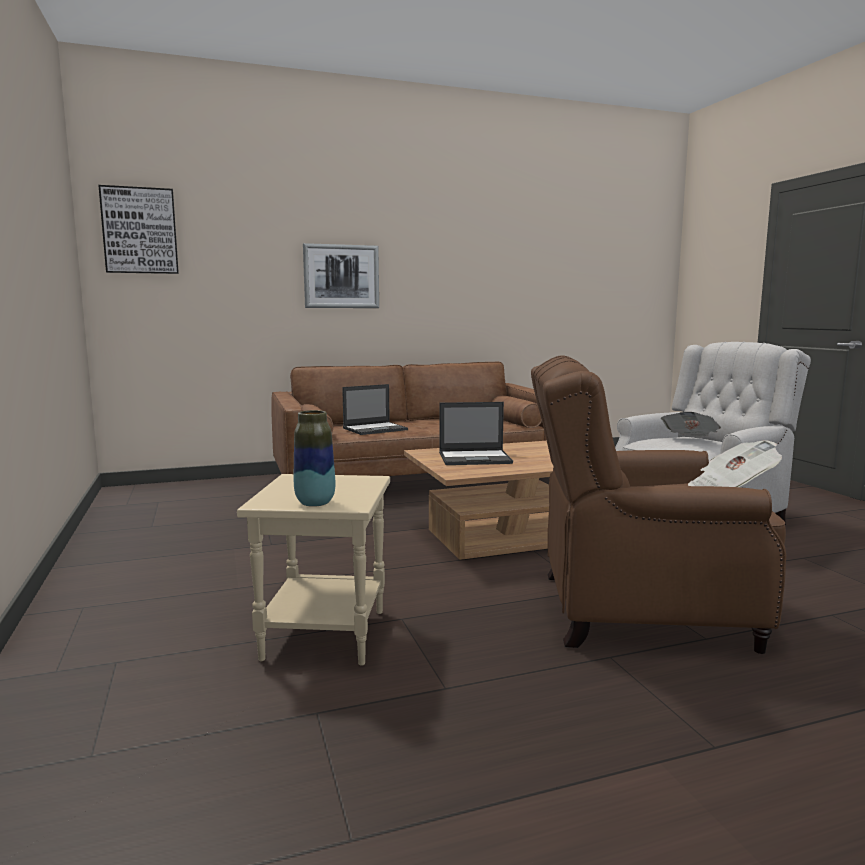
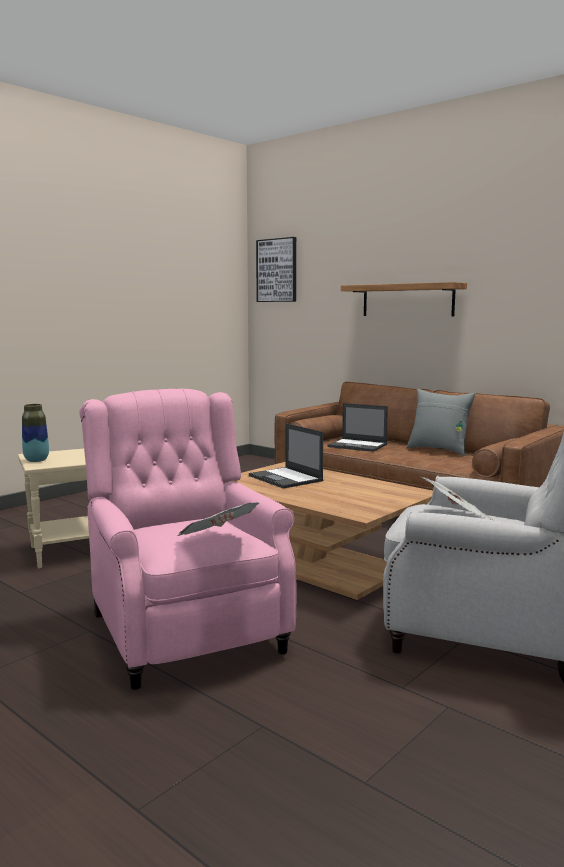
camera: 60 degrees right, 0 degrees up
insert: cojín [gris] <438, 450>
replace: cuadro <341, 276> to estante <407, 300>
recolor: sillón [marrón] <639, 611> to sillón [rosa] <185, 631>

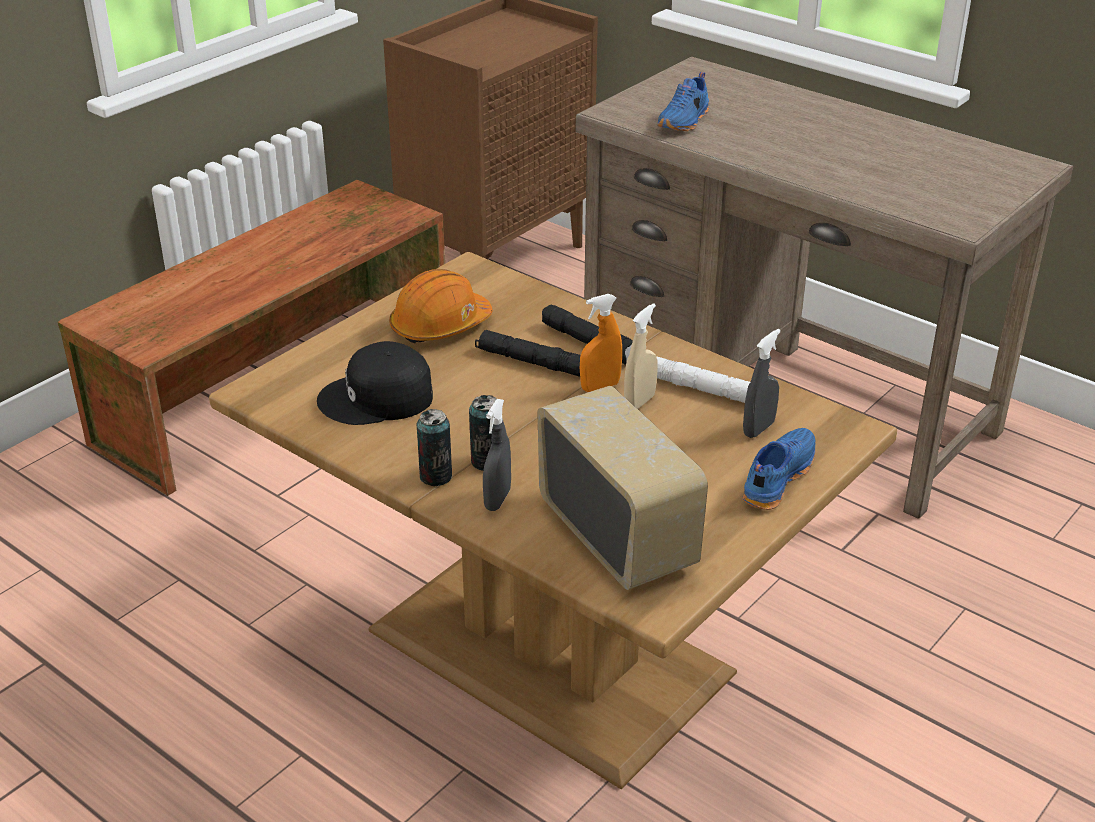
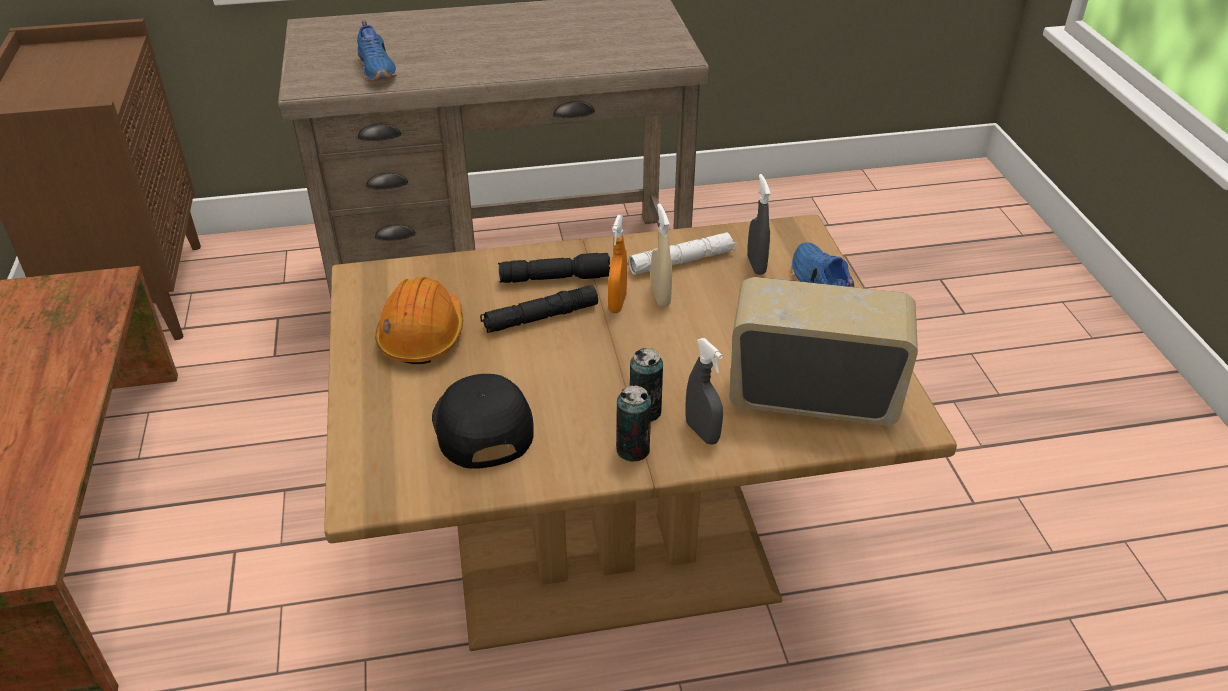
camera: 50 degrees left, 5 degrees up
rotate: gorra [negro] <377, 399> = <480, 426> 135 degrees clockwise

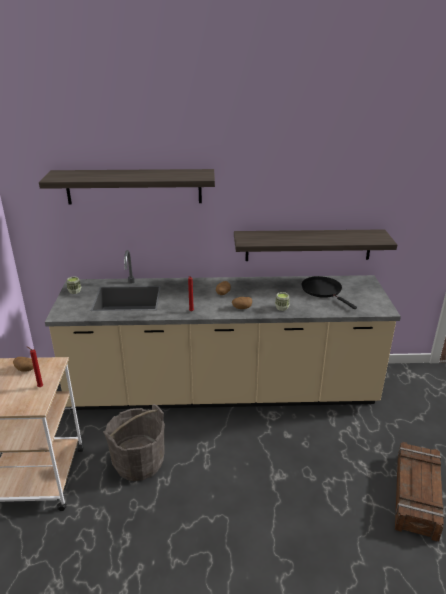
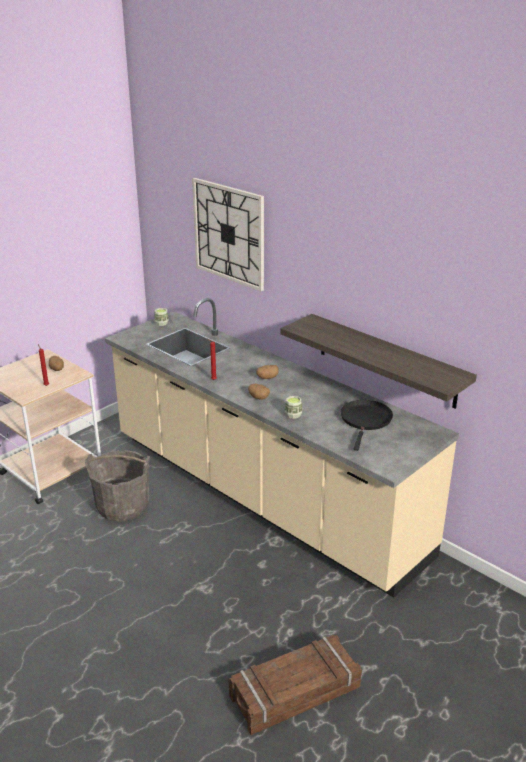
camera: 45 degrees right, 0 degrees up
replace: estante <134, 186> to reloj de pared <229, 233>

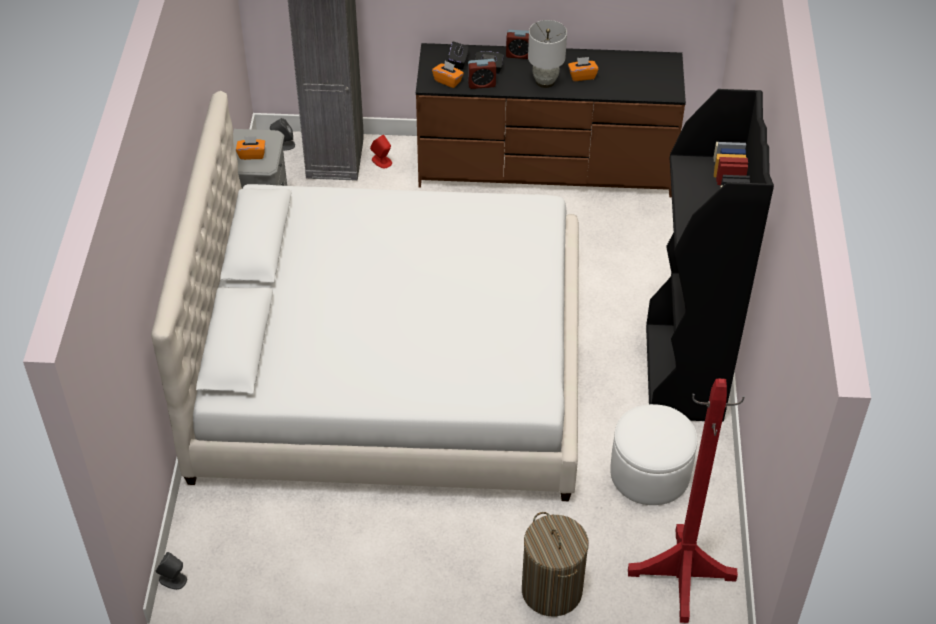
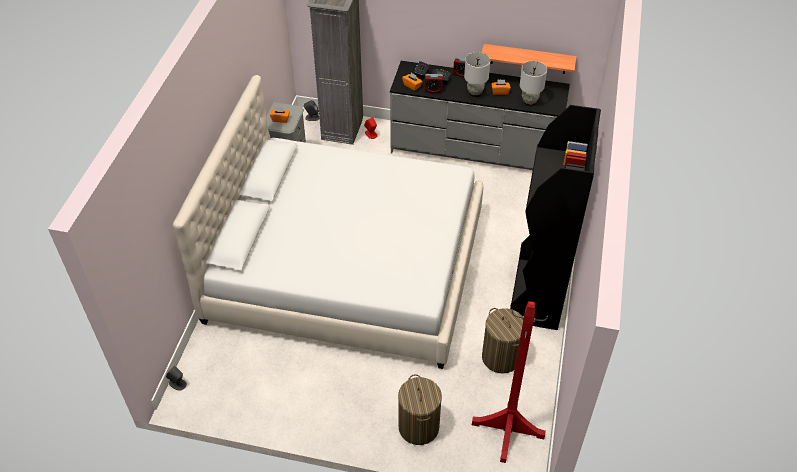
camera: 10 degrees right, 0 degrees up
insert: estante <528, 59>; lámpara de mesa [blanco] <529, 102>
replace: puf [blanco] <650, 473> to cesto de la ropa <501, 357>
recolor: cómoda [marrón] <545, 168> to cómoda [gris] <474, 150>

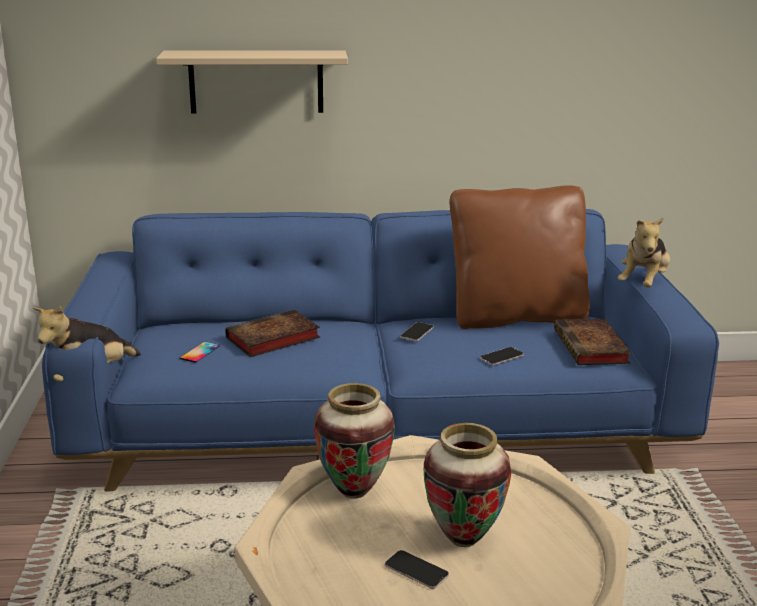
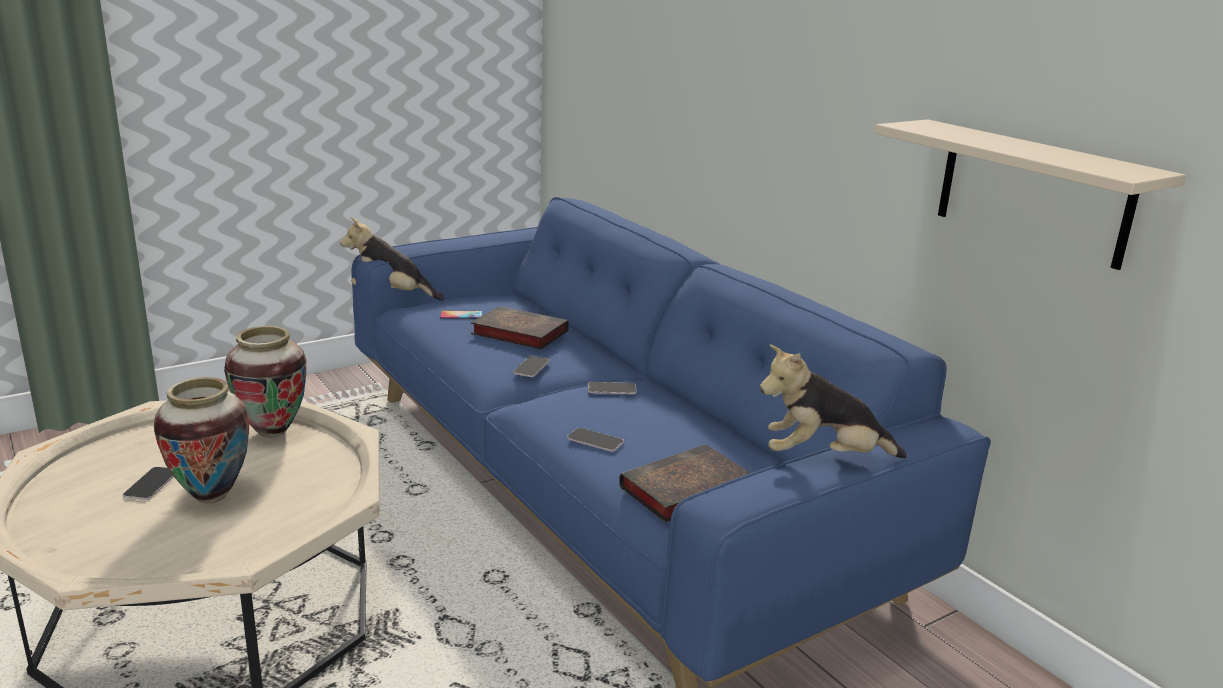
camera: 60 degrees right, 0 degrees up
delete: cojín [marrón] <516, 316>
insert: móvil <531, 367>
move: estante [beis] <256, 81> to <1032, 192>

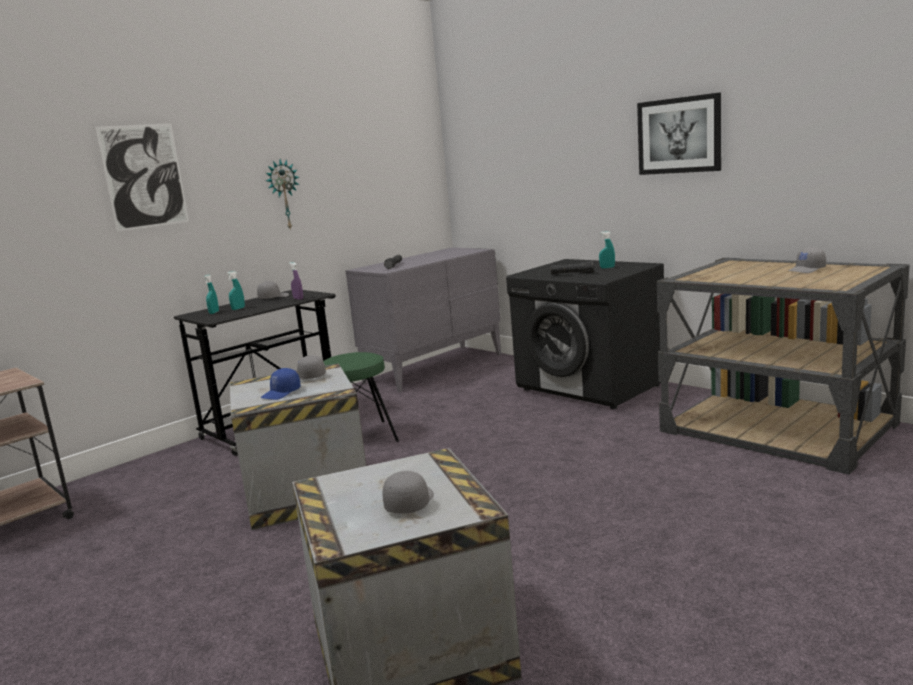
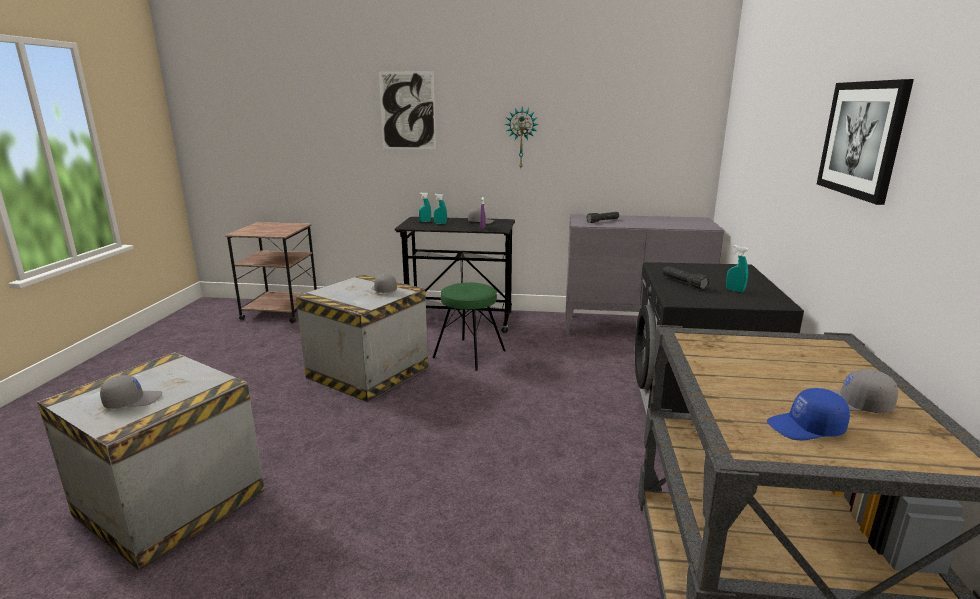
camera: 50 degrees right, 5 degrees up
move: gorra [azul] <281, 393> to <806, 428>

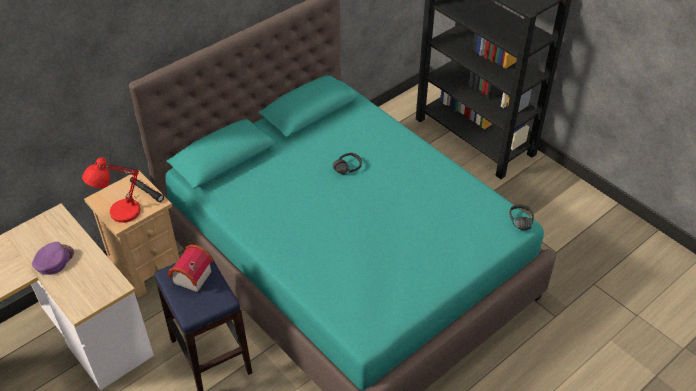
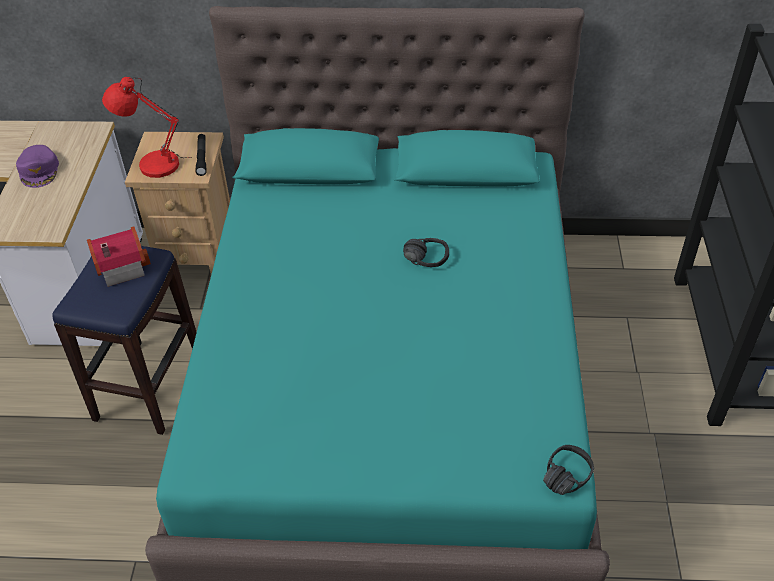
camera: 45 degrees right, 0 degrees up
rotate: gorra [morado] <54, 260> = <39, 170> 90 degrees clockwise

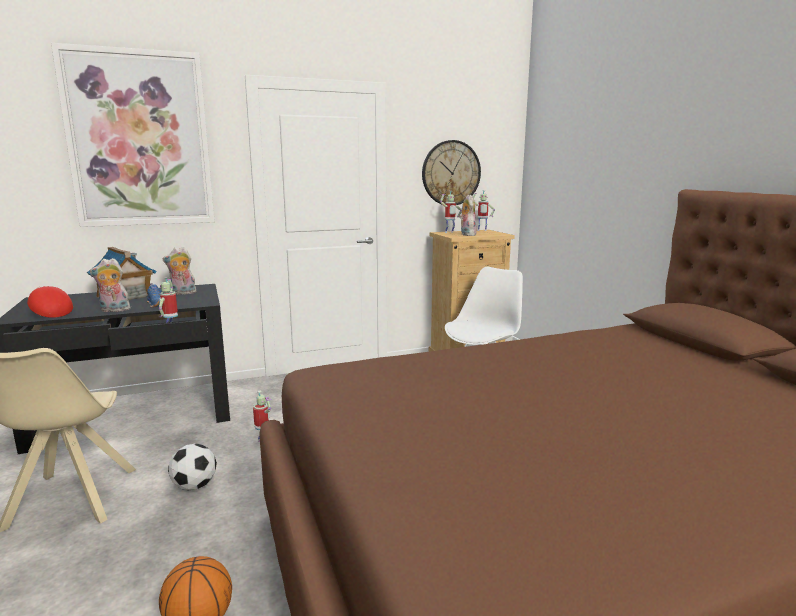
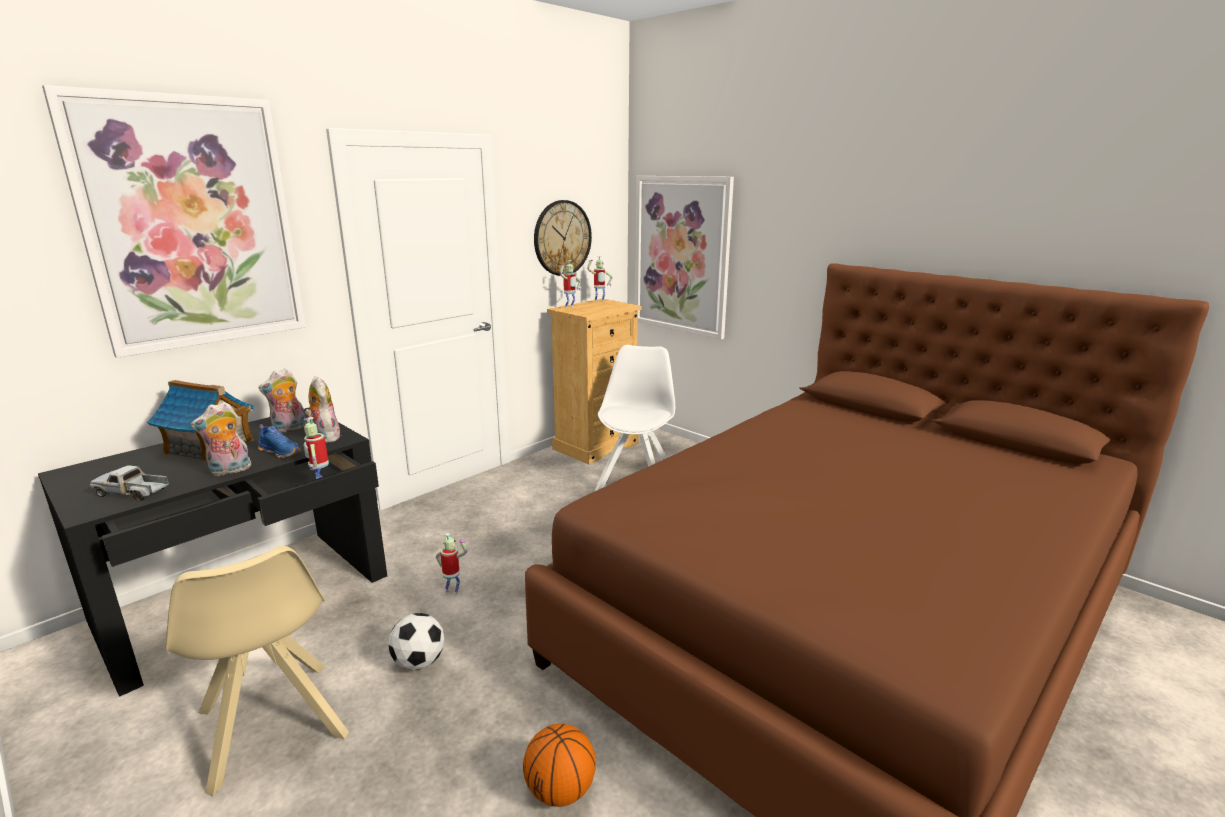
camera: 25 degrees left, 5 degrees up
insert: cuadro <681, 255>
move: peluche <466, 235> to <324, 437>
replace: gorra [rojo] <49, 313> to camión de juguete <133, 492>

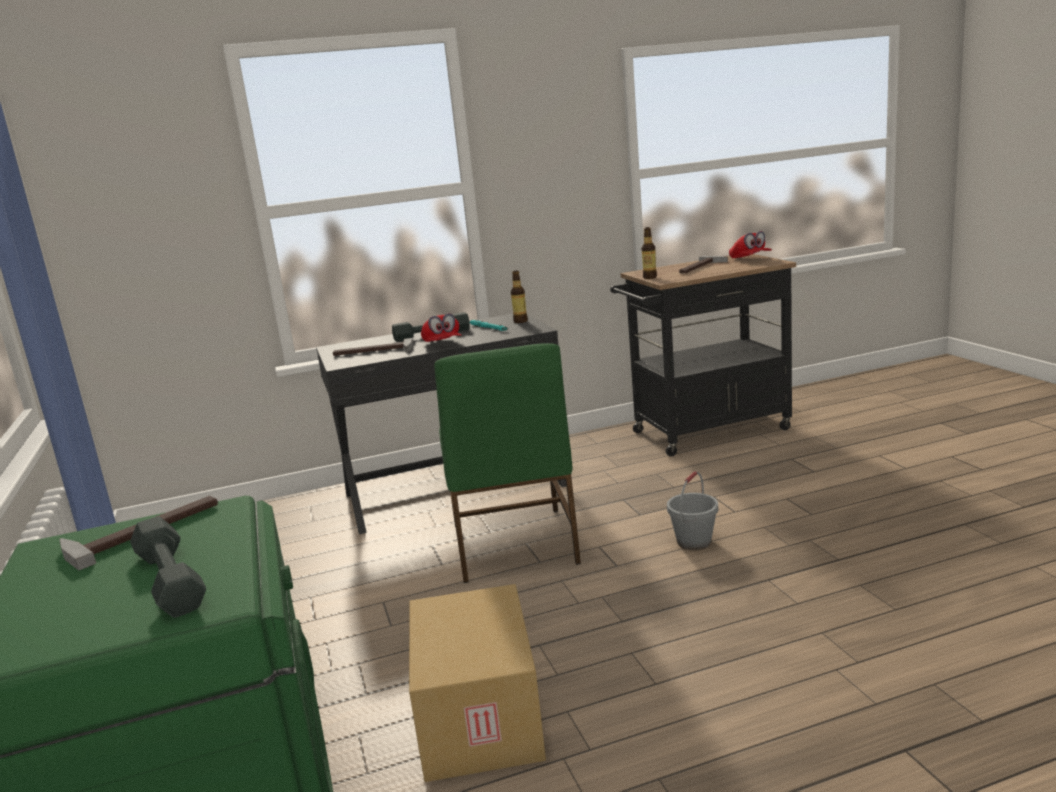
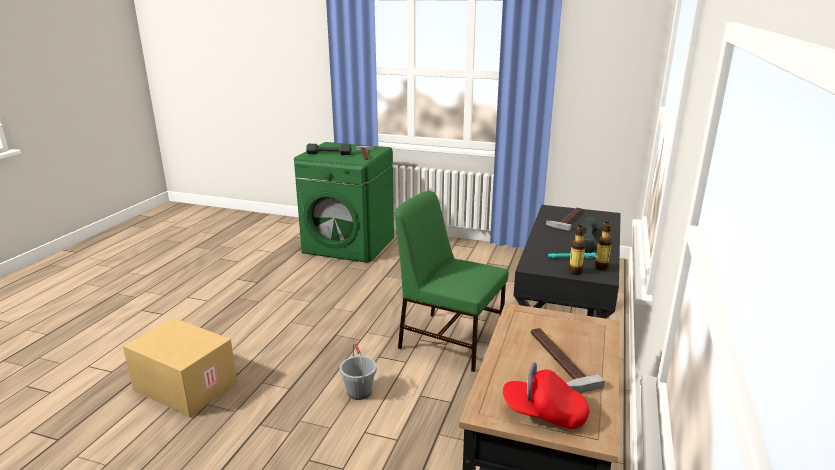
camera: 125 degrees right, 5 degrees up
delete: gorra [rojo] <442, 344>
move: caja de cartón <482, 717> to <183, 387>; botella <650, 277> to <601, 267>

